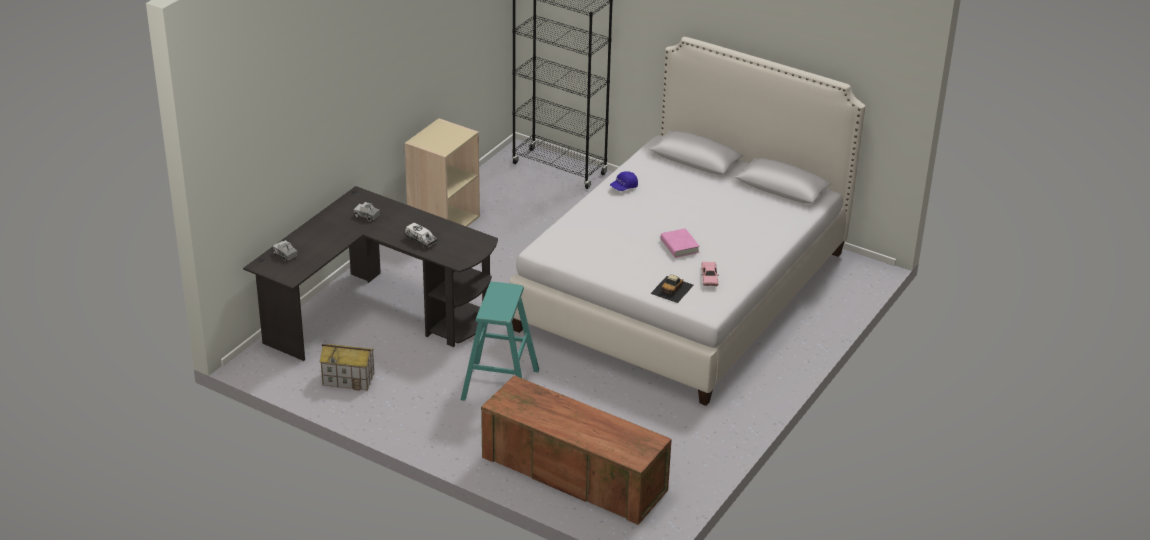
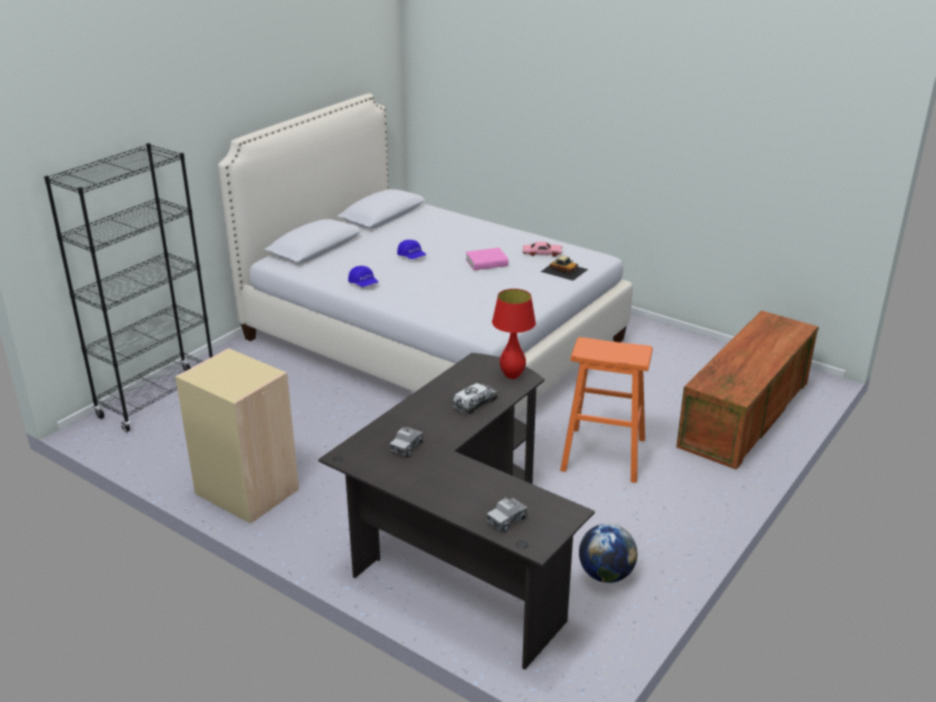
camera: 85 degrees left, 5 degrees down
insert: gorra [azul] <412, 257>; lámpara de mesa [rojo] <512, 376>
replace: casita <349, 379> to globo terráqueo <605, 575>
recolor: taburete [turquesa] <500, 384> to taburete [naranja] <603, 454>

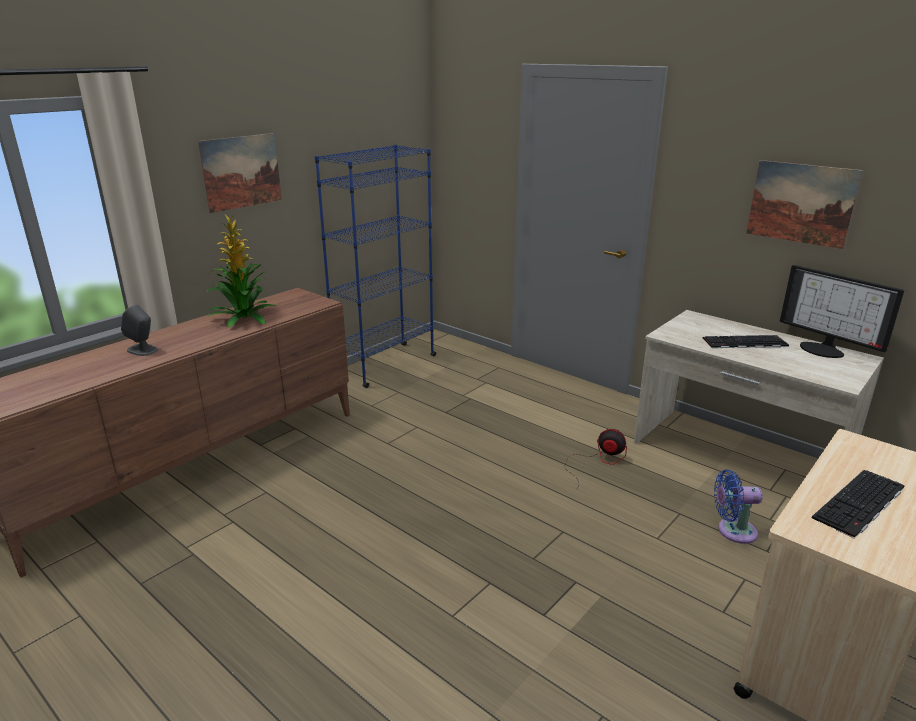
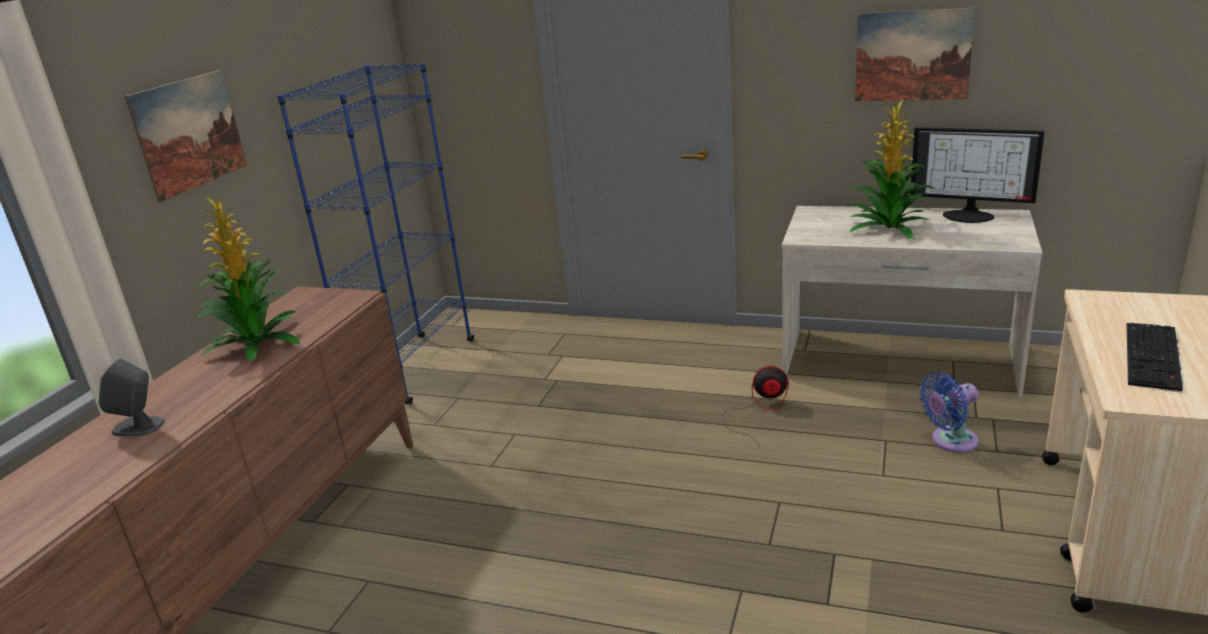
camera: 20 degrees left, 0 degrees up
replace: teclado <744, 343> to planta en maceta <889, 227>

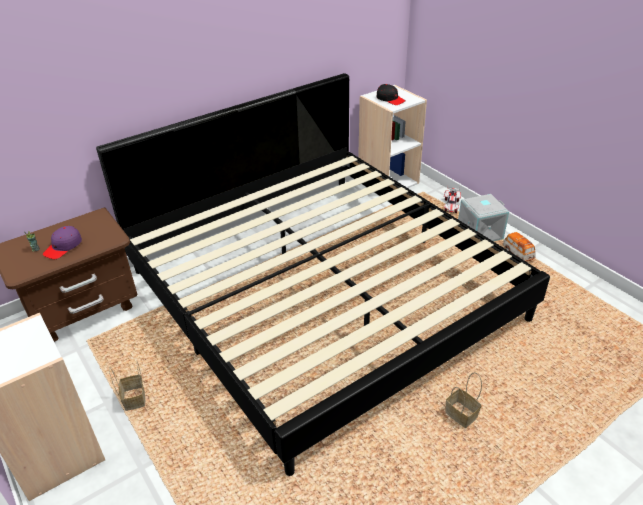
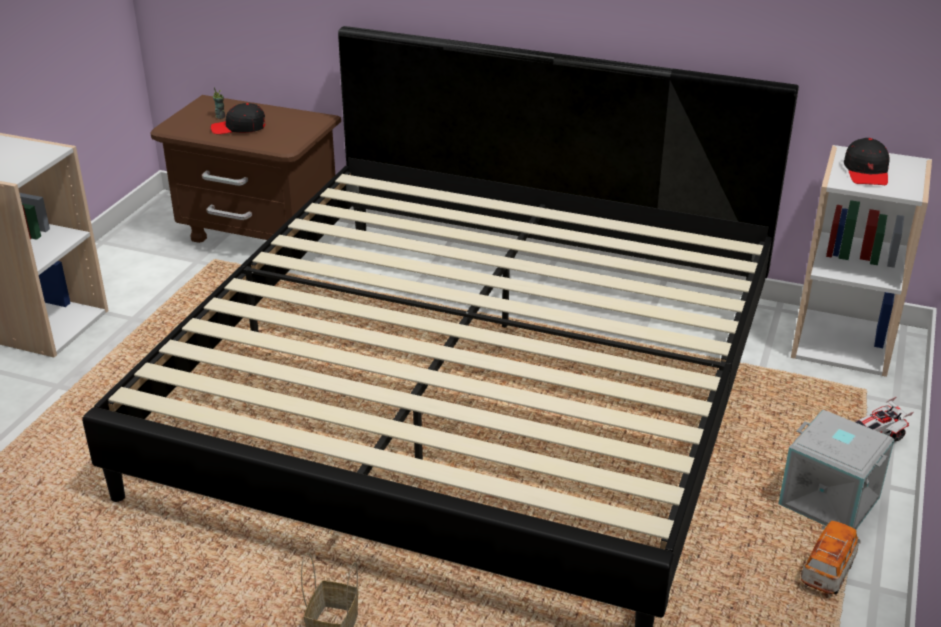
camera: 55 degrees right, 5 degrees down
delete: cesta <134, 399>
recolor: gorra [morado] <63, 247> to gorra [negro] <239, 128>

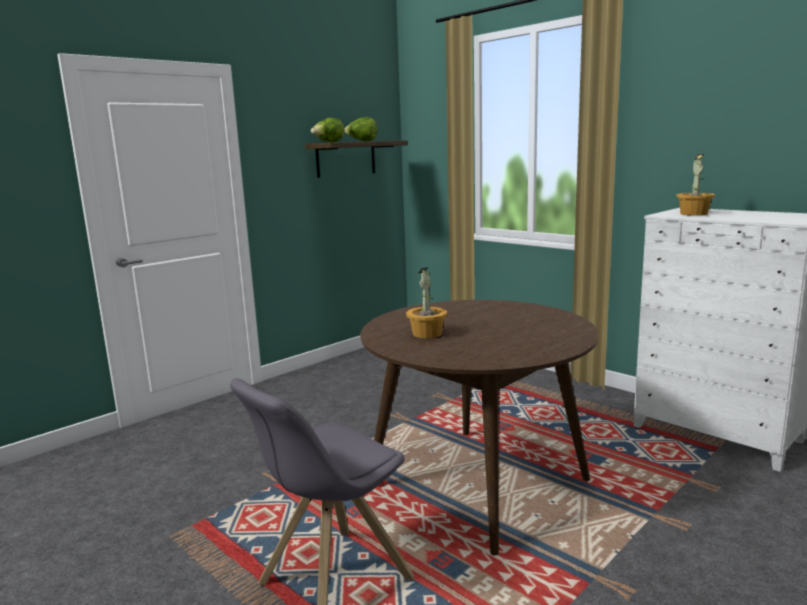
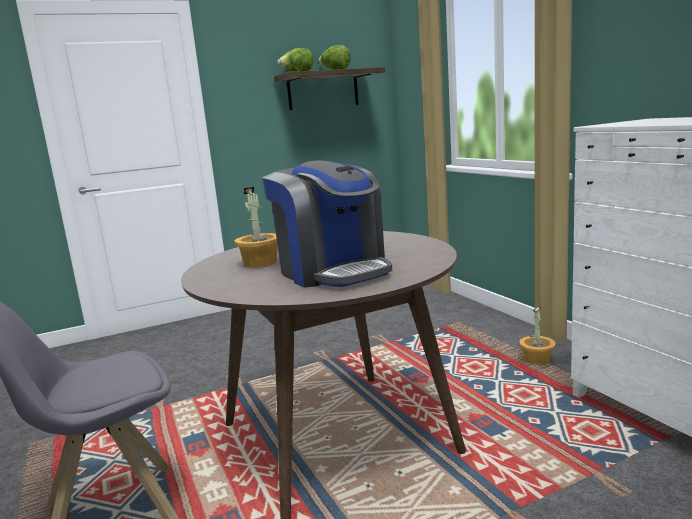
camera: 20 degrees right, 0 degrees up
insert: cafetera <333, 271>
move: planta en maceta <694, 214> to <537, 360>

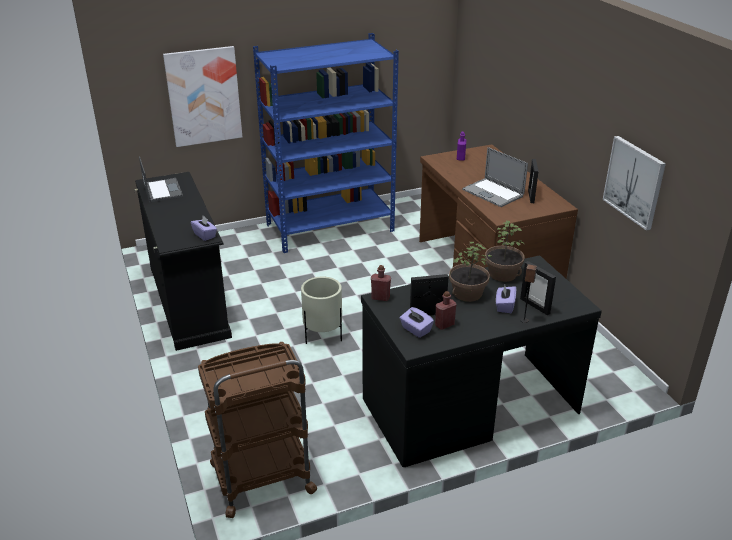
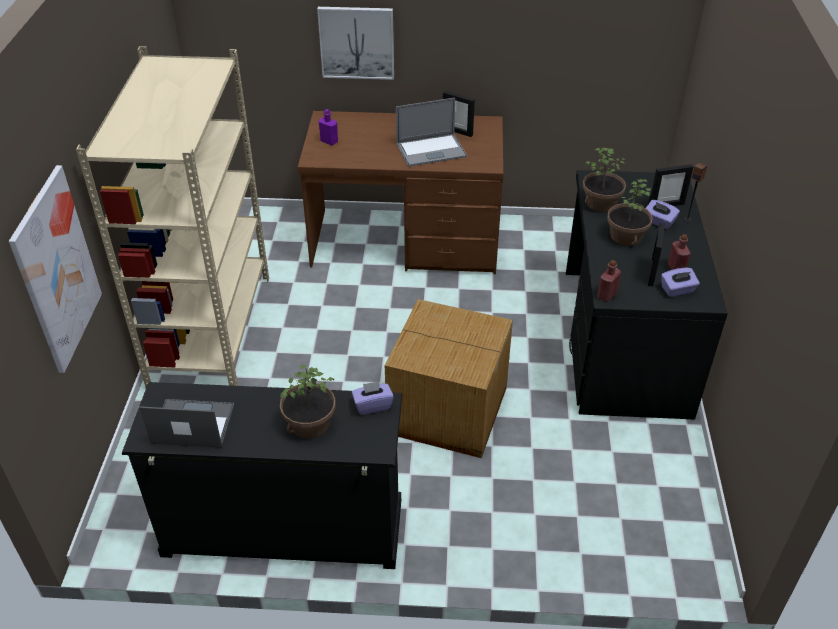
camera: 65 degrees left, 10 degrees up
delete: carrito [marrón] <262, 477>
insert: planta en maceta <309, 423>
move: cuadro <634, 182> to <357, 42>
replace: maceta [beis] <322, 336> to caja de cartón <449, 412>
recolor: estantería [azul] <330, 228> to estantería [beis] <211, 330>

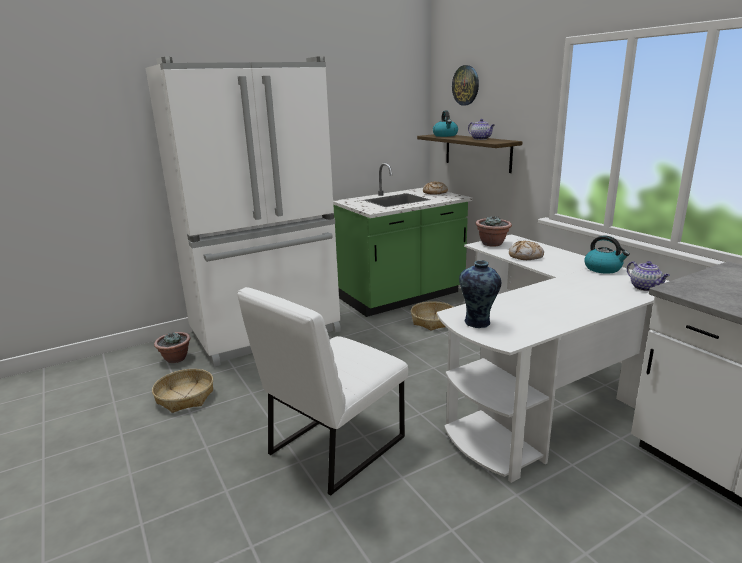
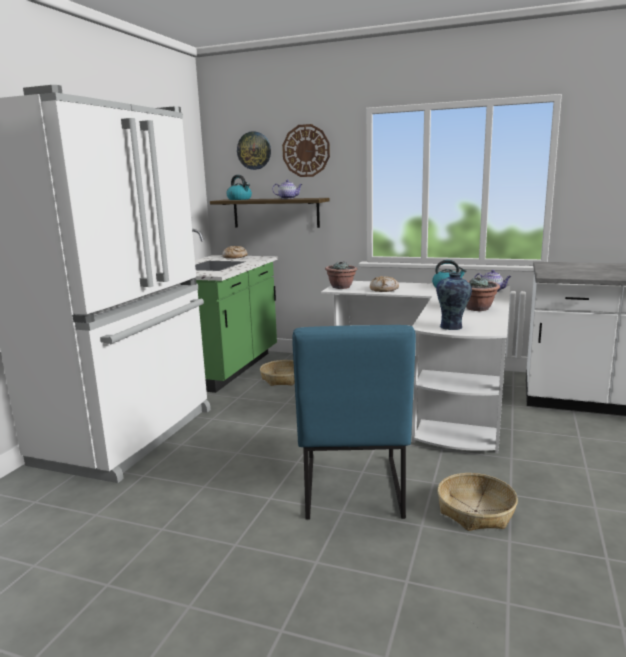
camera: 40 degrees left, 5 degrees down
insert: reloj de pared <306, 151>
move: cesta <185, 397> to <476, 511>; planta en maceta <175, 359> to <478, 308>
recolor: silla [blanco] <333, 446> to silla [azul] <352, 489>

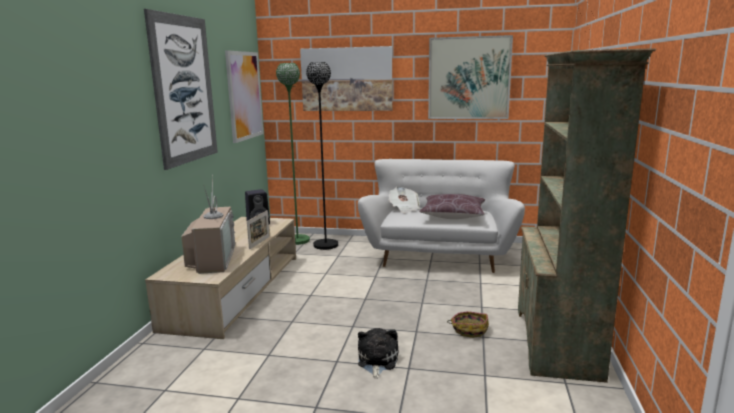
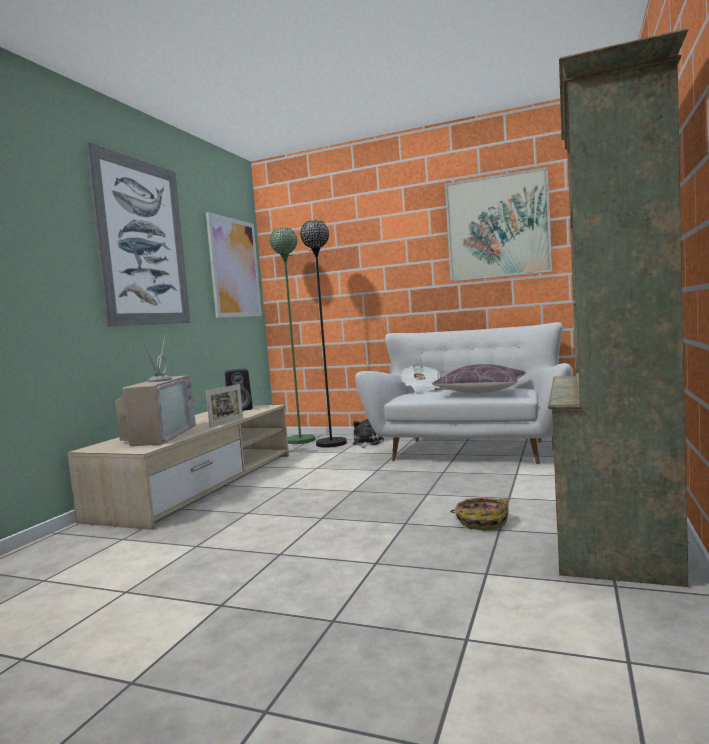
camera: 10 degrees right, 10 degrees down
delete: cuadro <347, 79>
move: peluche <377, 361> to <367, 442>

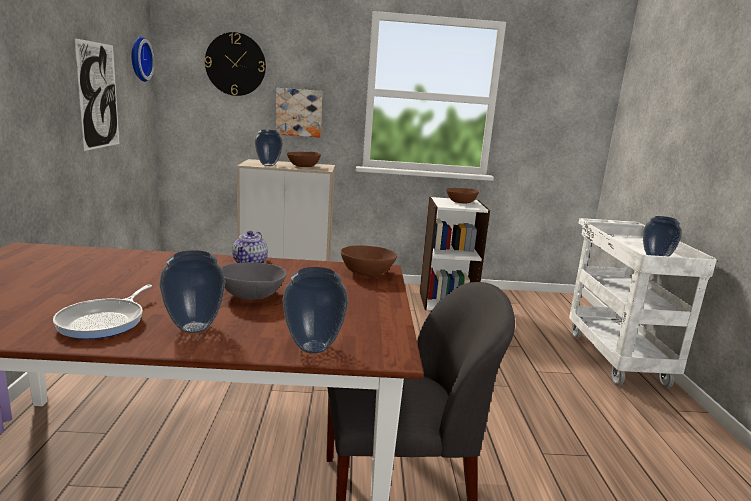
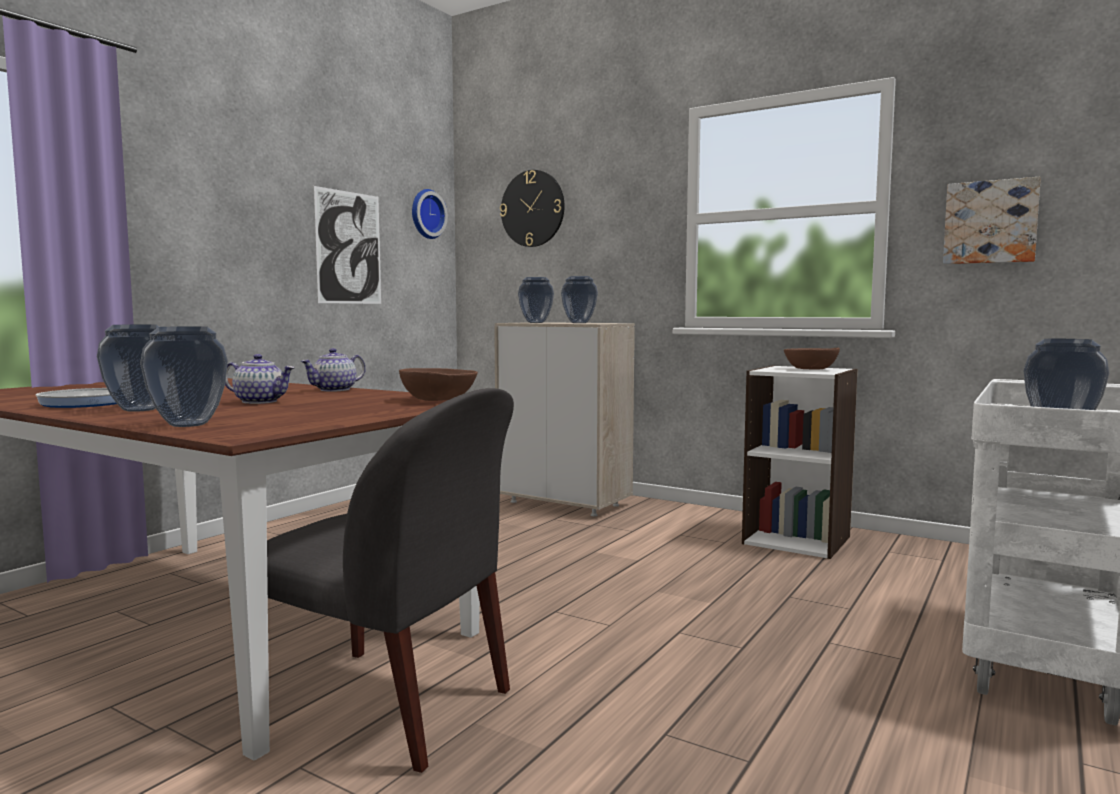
camera: 35 degrees right, 10 degrees down
move: cuadro <299, 112> to <990, 222>
replace: cuenco [gris] <252, 294> to tetera <260, 401>; cuenco [marrón] <303, 166> to florero <579, 323>

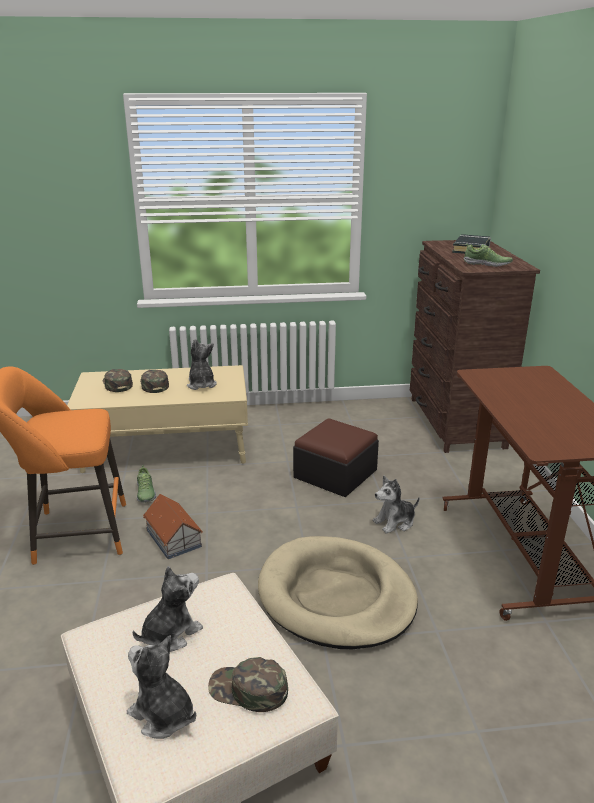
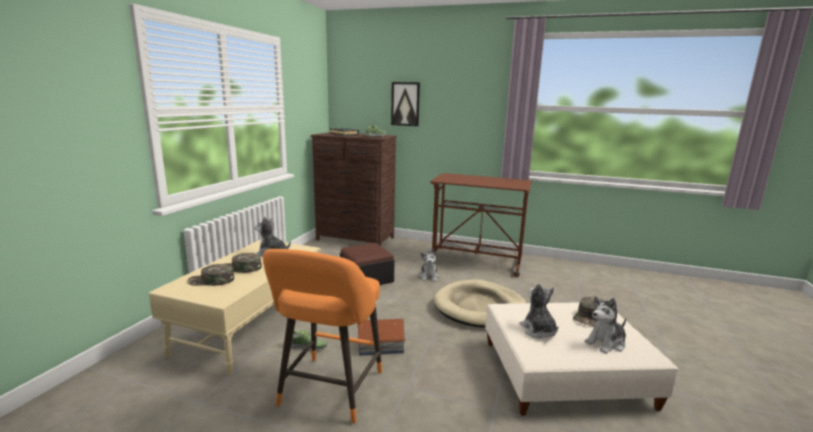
camera: 65 degrees left, 10 degrees down
insert: cuadro <405, 104>

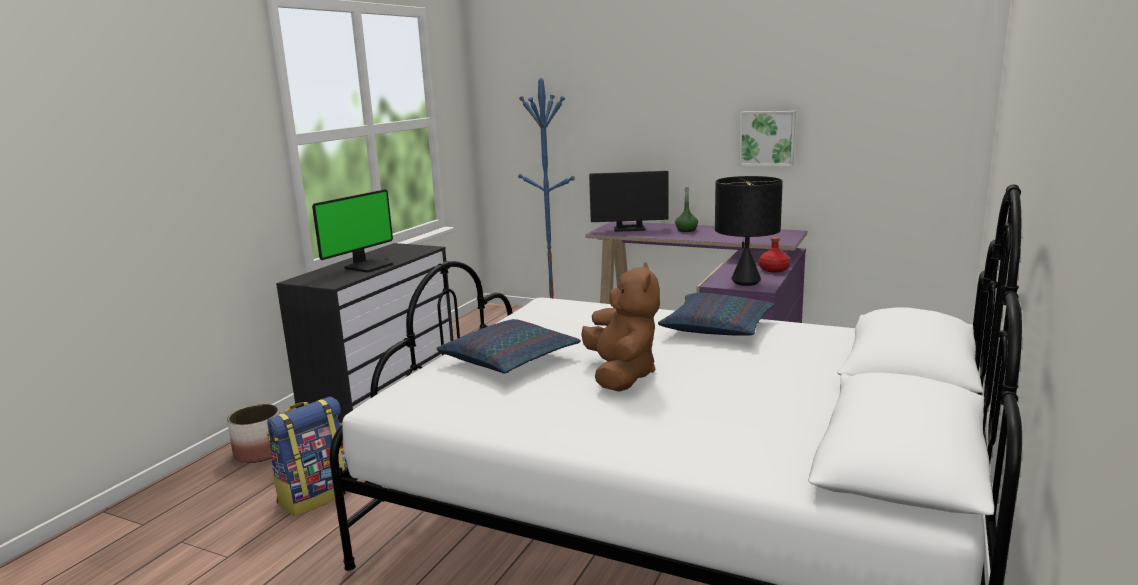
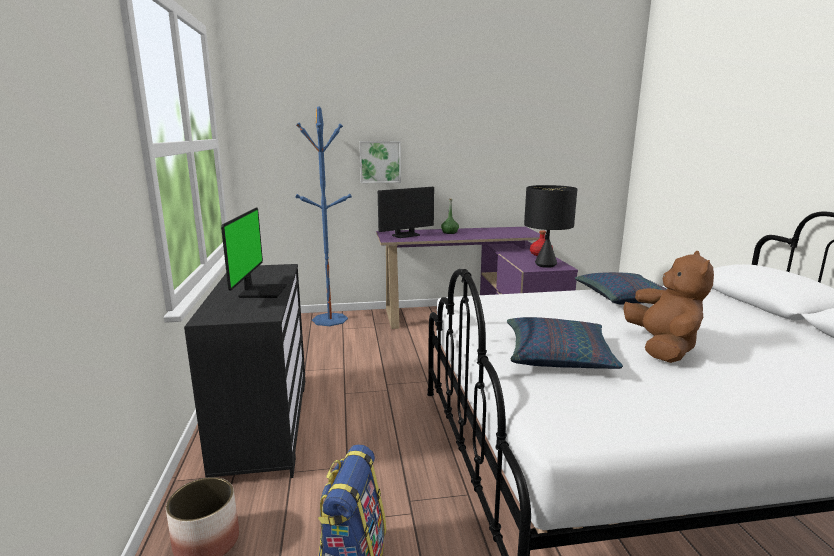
camera: 35 degrees left, 0 degrees up
move: cuadro <767, 138> to <380, 162>
rotate: peluche [marrón] <621, 375> = <662, 348> 45 degrees clockwise

